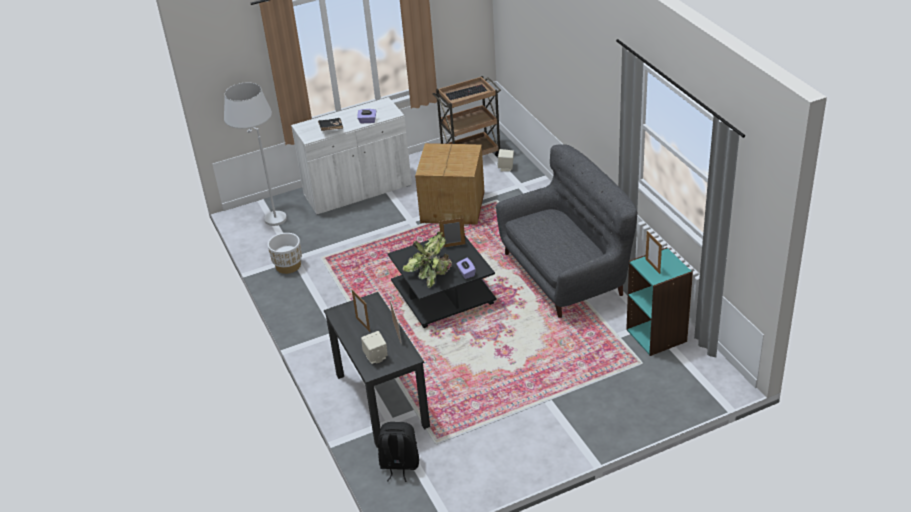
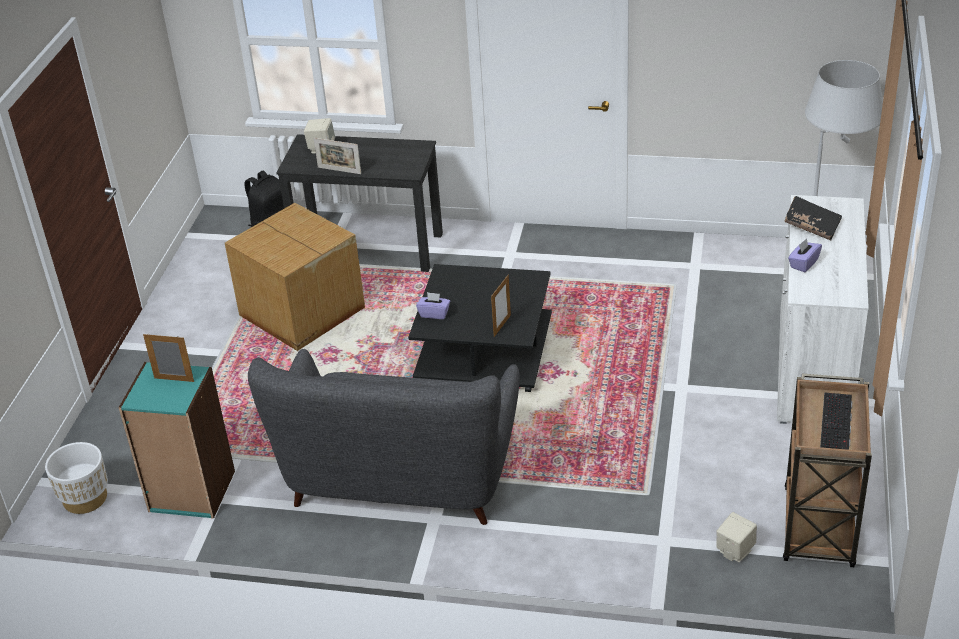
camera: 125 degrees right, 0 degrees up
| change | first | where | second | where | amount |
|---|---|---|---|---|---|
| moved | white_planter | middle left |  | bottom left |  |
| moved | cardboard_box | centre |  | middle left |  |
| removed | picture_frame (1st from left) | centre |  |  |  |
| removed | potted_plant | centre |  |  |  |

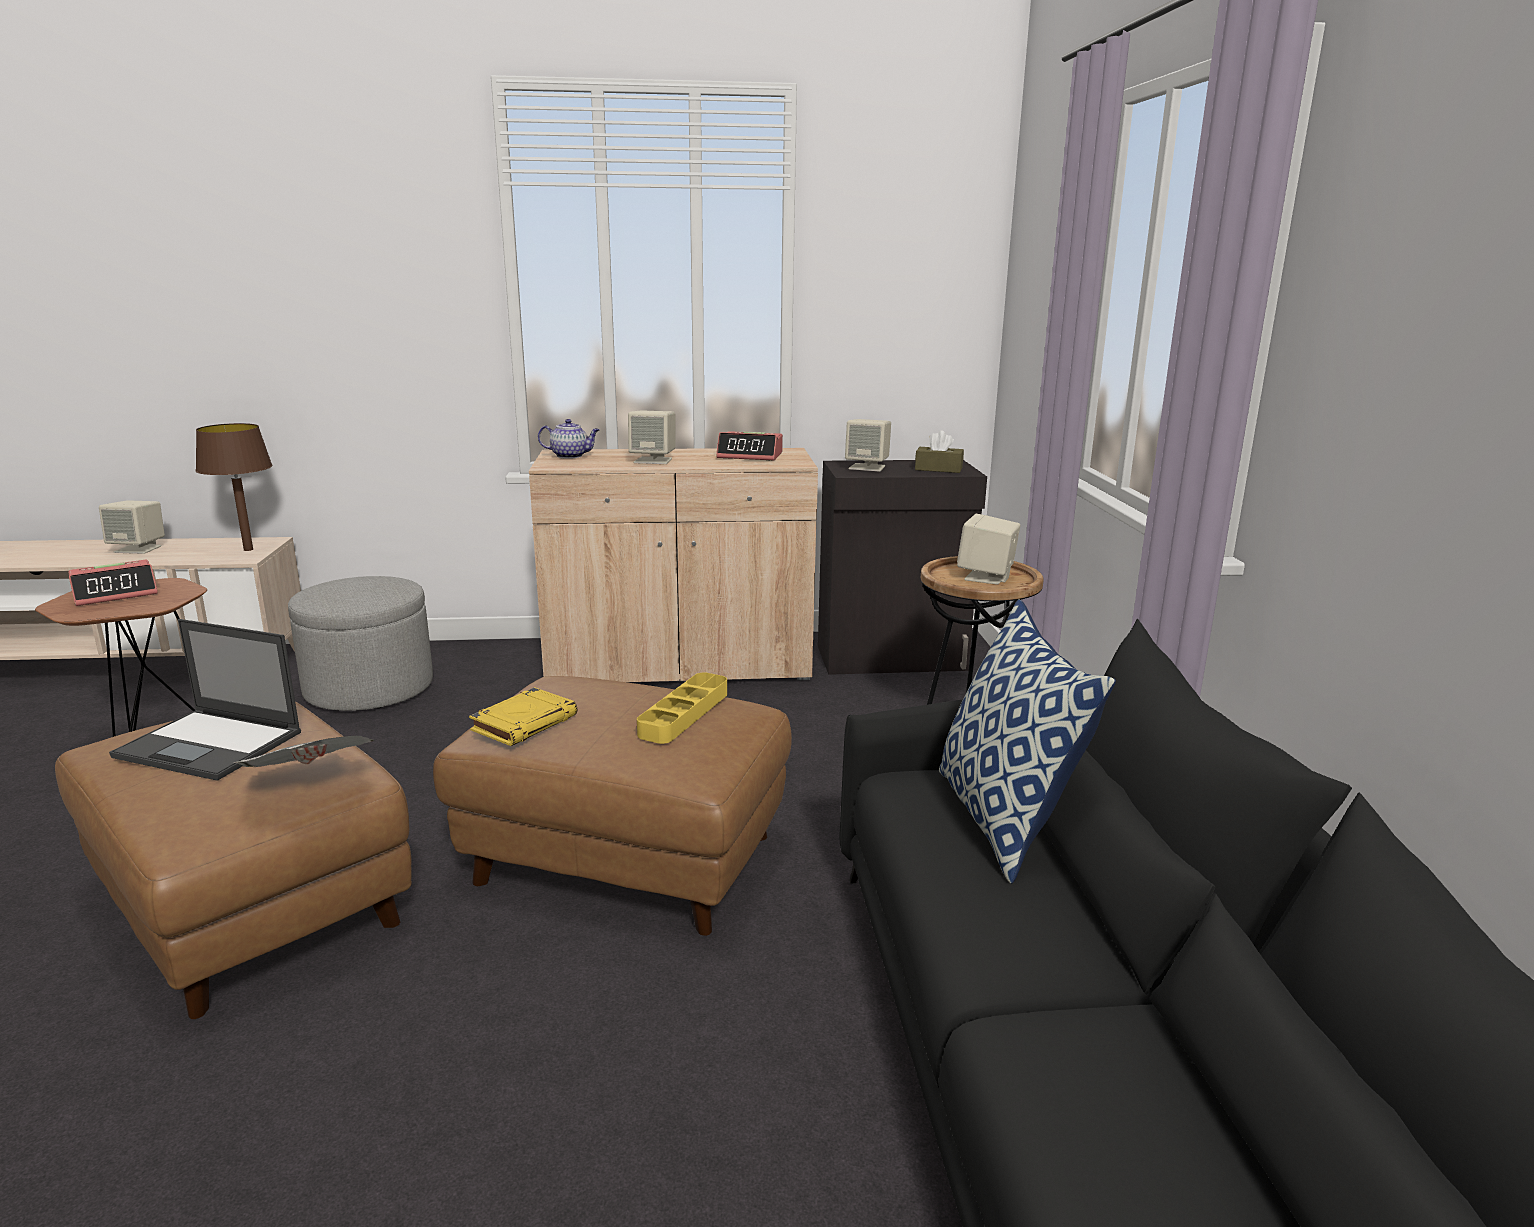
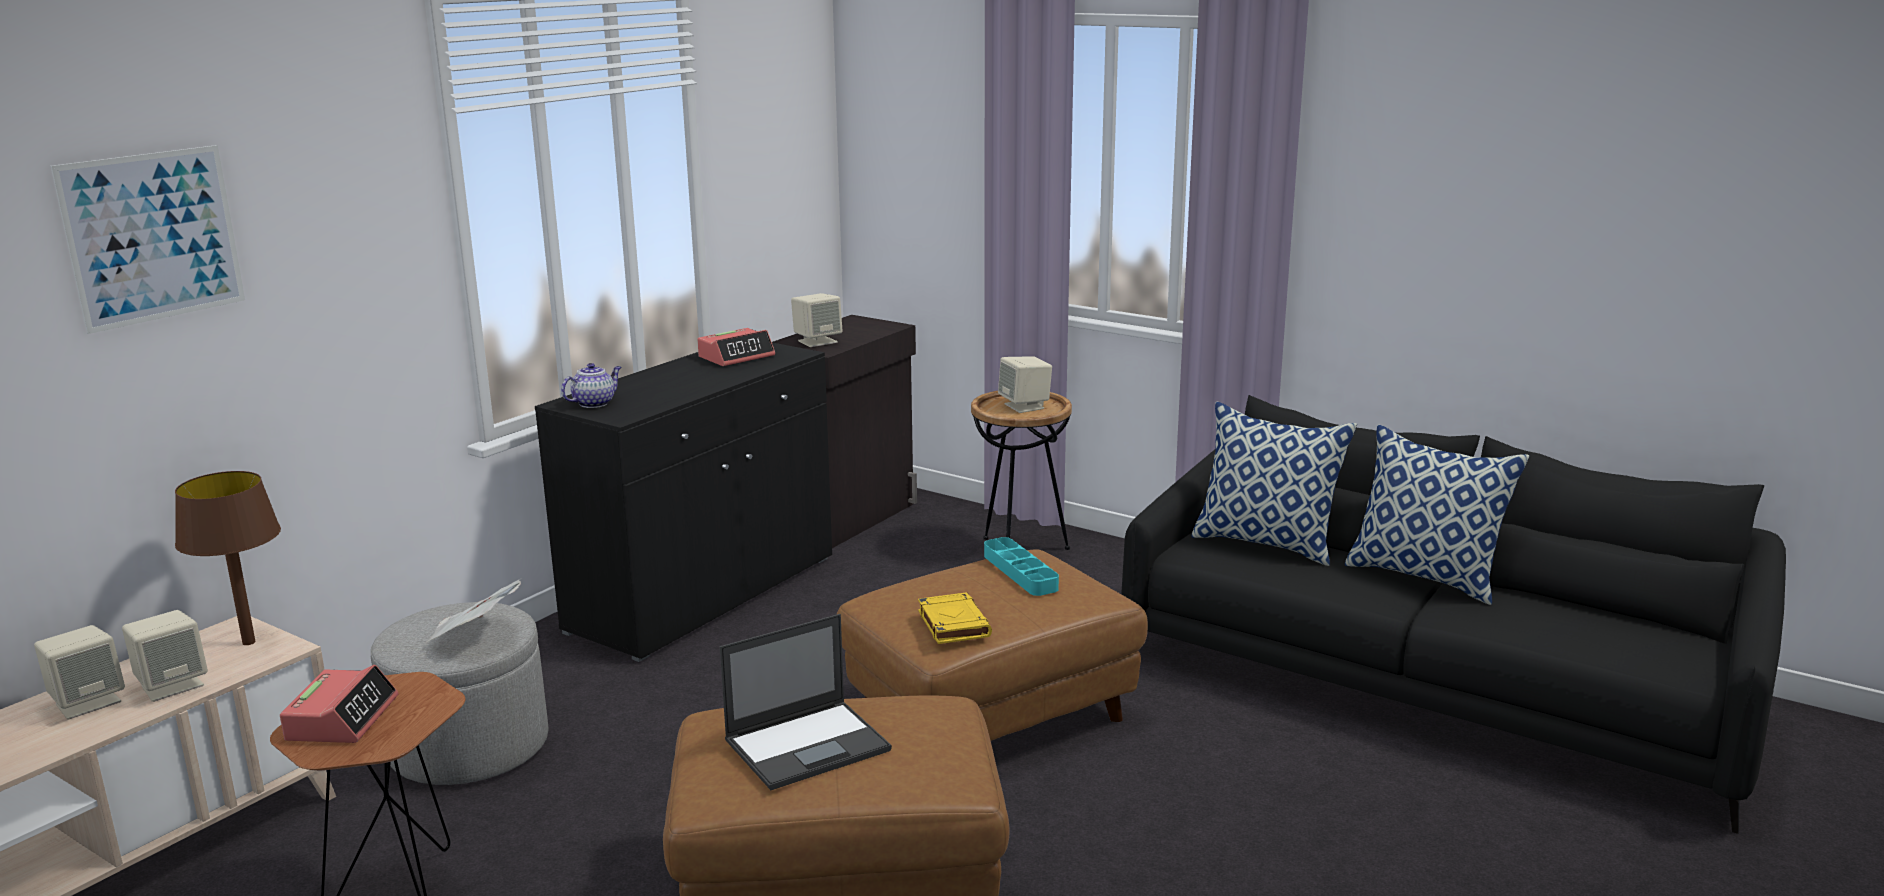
camera: 50 degrees left, 0 degrees up
| change | first | where | second | where | amount |
|---|---|---|---|---|---|
| added |  |  | picture | top left |  |
| moved | beige_speaker (2nd from left) | centre |  | bottom left |  |
| moved | newspaper | middle left |  | bottom left |  |
| recoloured | beige_cabinet | centre | black_cabinet (1st from left) | centre |  |
| recoloured | yellow_tray | centre | turquoise_tray | centre |  |
| added |  |  | pillow (2nd from left) | middle right |  |
| removed | brown_tissue_box | centre |  |  |  |

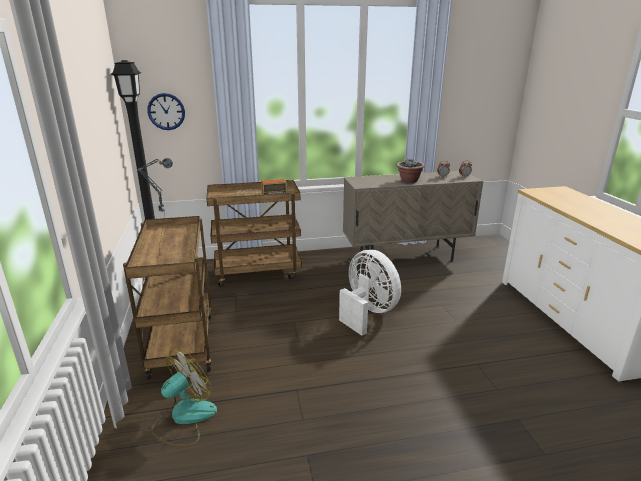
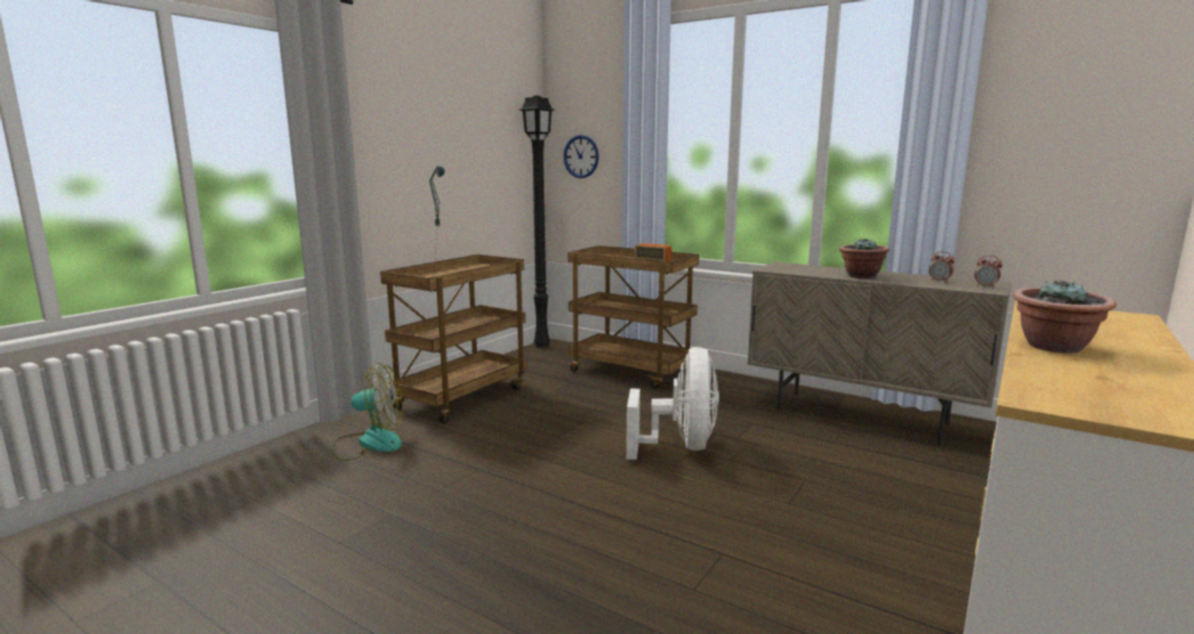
camera: 45 degrees right, 10 degrees down
| change | first | where | second | where | amount |
|---|---|---|---|---|---|
| added |  |  | potted_plant (2nd from left) | middle right |  |

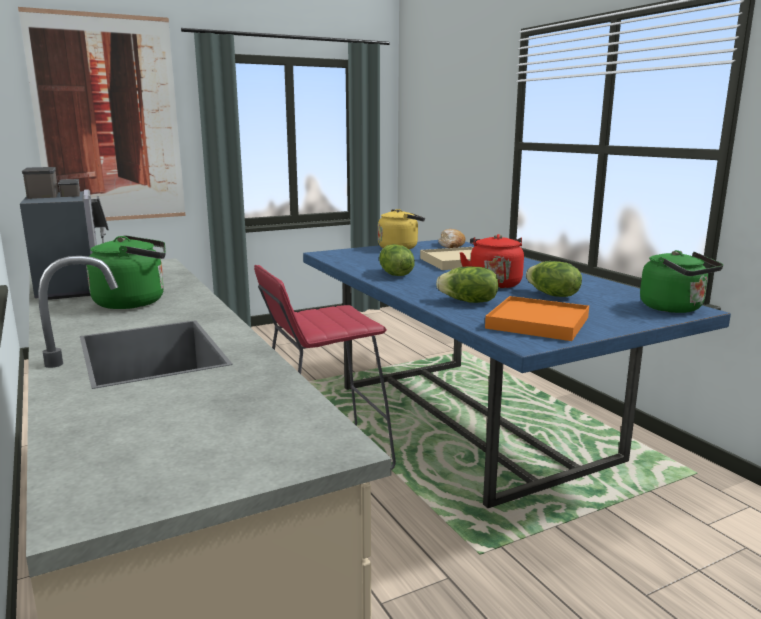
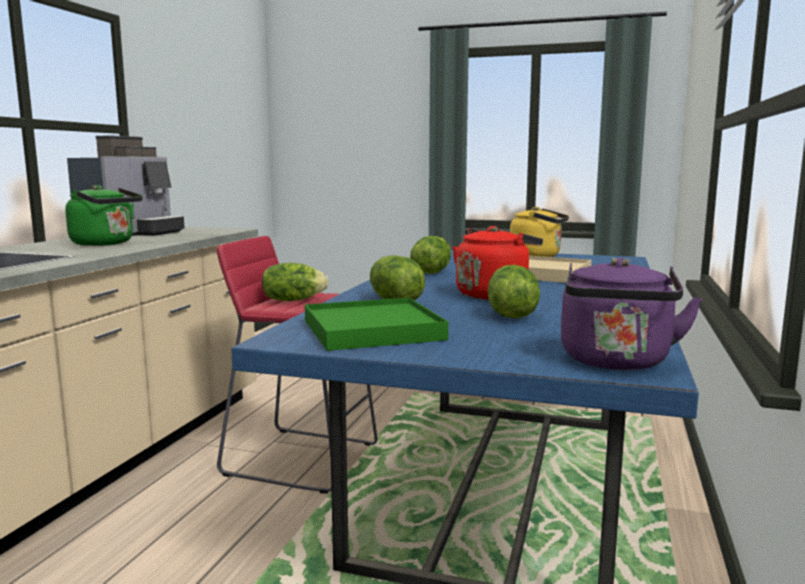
camera: 45 degrees right, 5 degrees down
| change | first | where | second | where | amount |
|---|---|---|---|---|---|
| added |  |  | lettuce (1st from left) | centre |  |
| recoloured | orange_tray | middle right | green_tray | centre |  |
| recoloured | green_kettle (2nd from left) | middle right | purple_kettle | middle right |  |
| removed | picture | top left |  |  |  |
| removed | bread | centre |  |  |  |

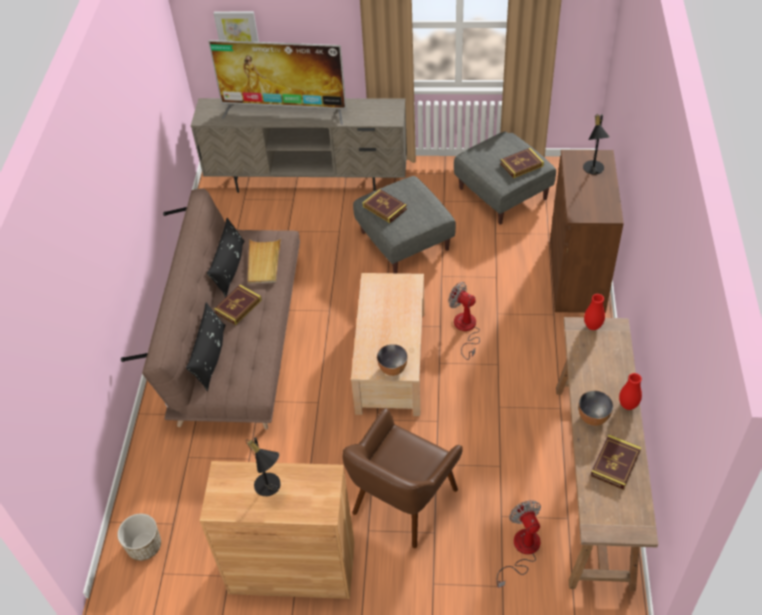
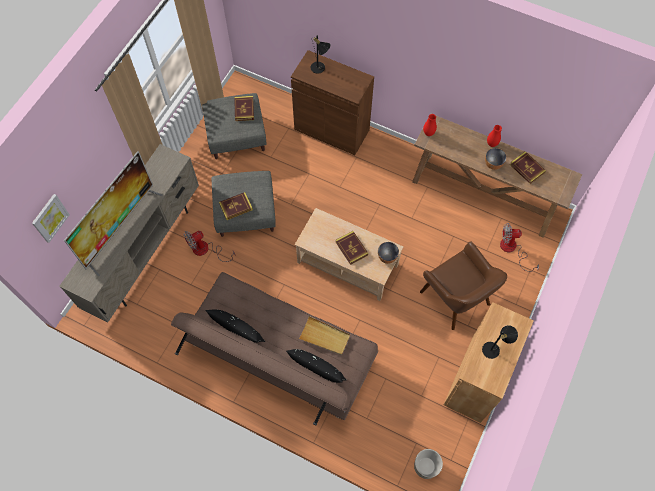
camera: 70 degrees left, 15 degrees up
| change | first | where | second | where | amount |
|---|---|---|---|---|---|
| moved | fan (1st from left) | centre |  | middle left |  |
| moved | beige_tray | centre |  | bottom centre |  |
| moved | book (1st from left in the first image) | middle left | book (3rd from left) | centre |  |

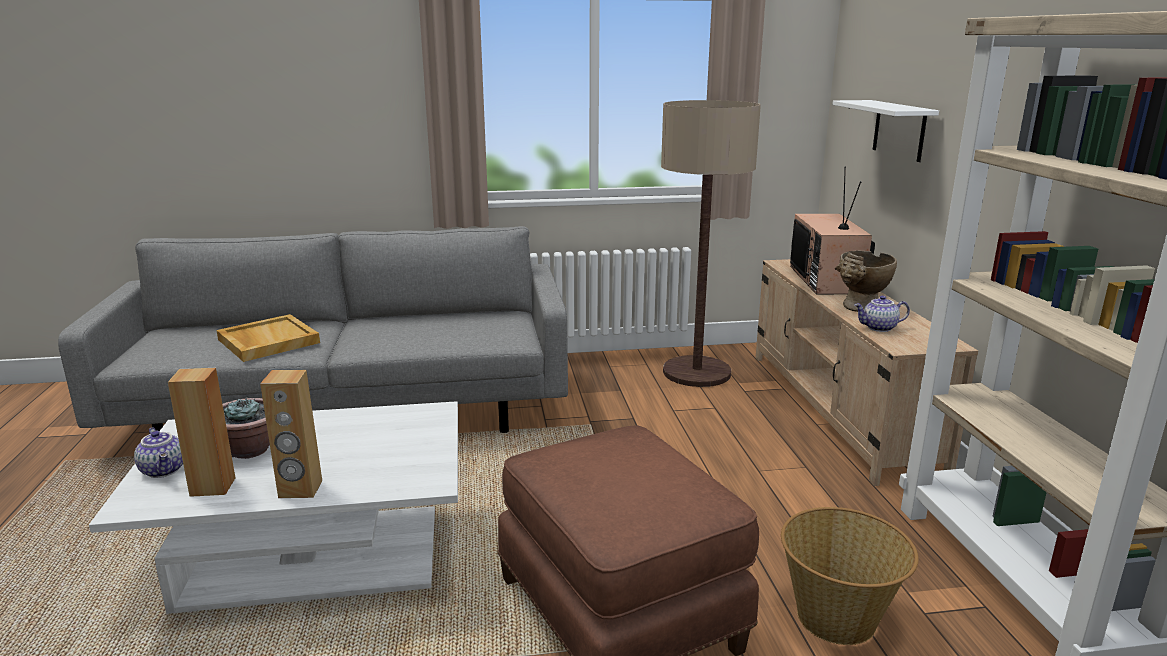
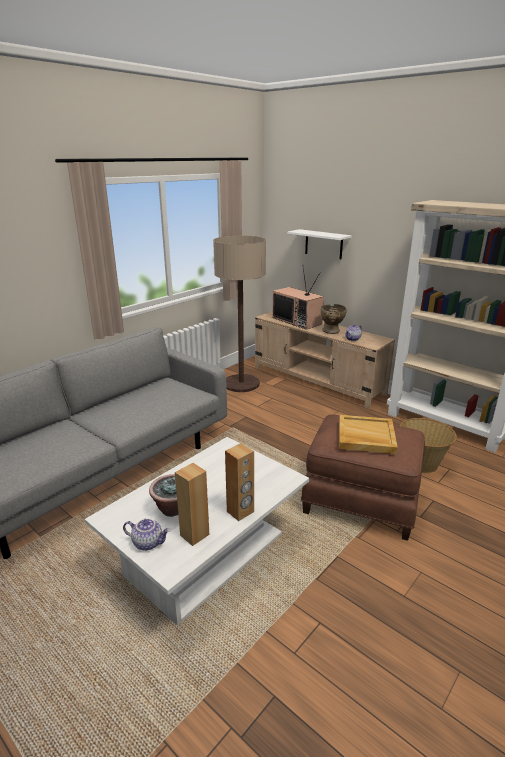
camera: 40 degrees left, 5 degrees up
| change | first | where | second | where | amount |
|---|---|---|---|---|---|
| moved | beige_tray | middle left |  | middle right |  |

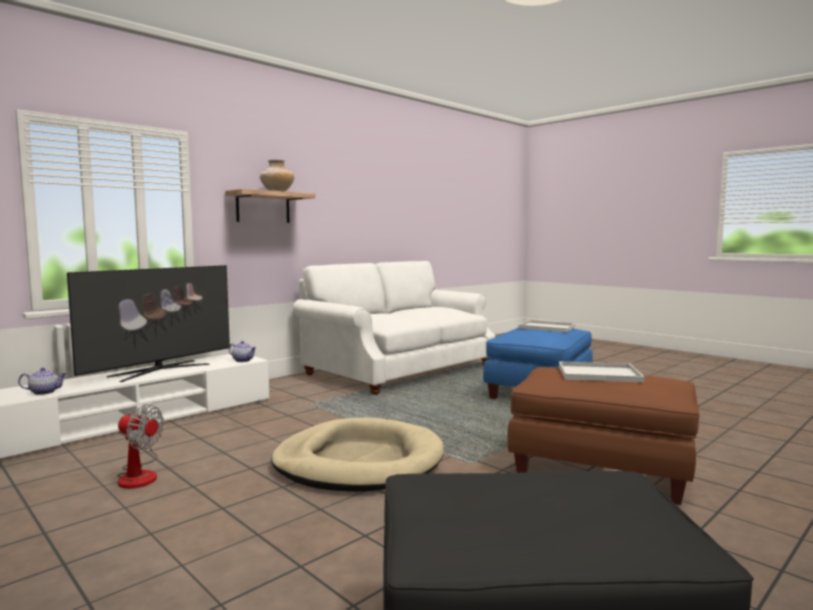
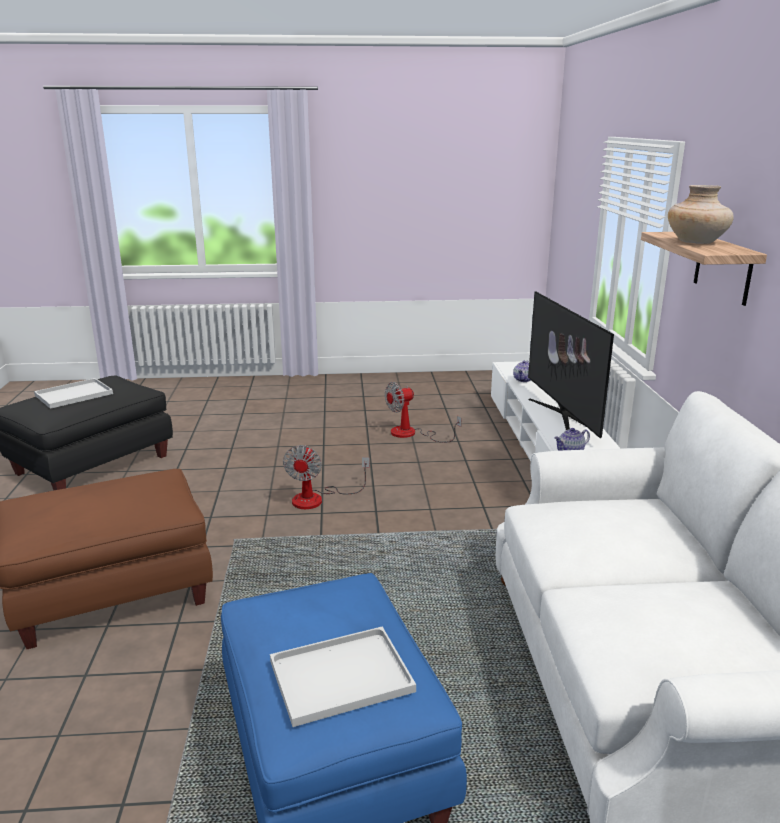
camera: 130 degrees right, 15 degrees up
| change | first | where | second | where | amount |
|---|---|---|---|---|---|
| moved | white_tray (2nd from left in the first image) | middle right | white_tray (1st from left) | middle left |  |
| replaced | beige_dog_bed | bottom centre | fan (1st from left) | centre |  |

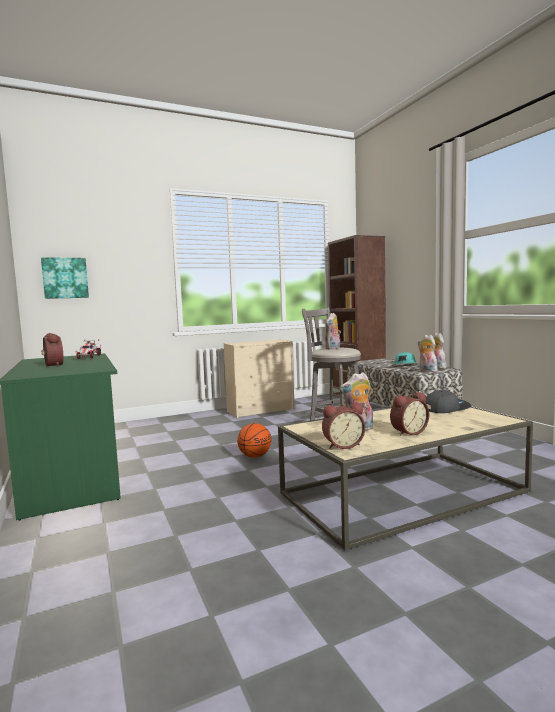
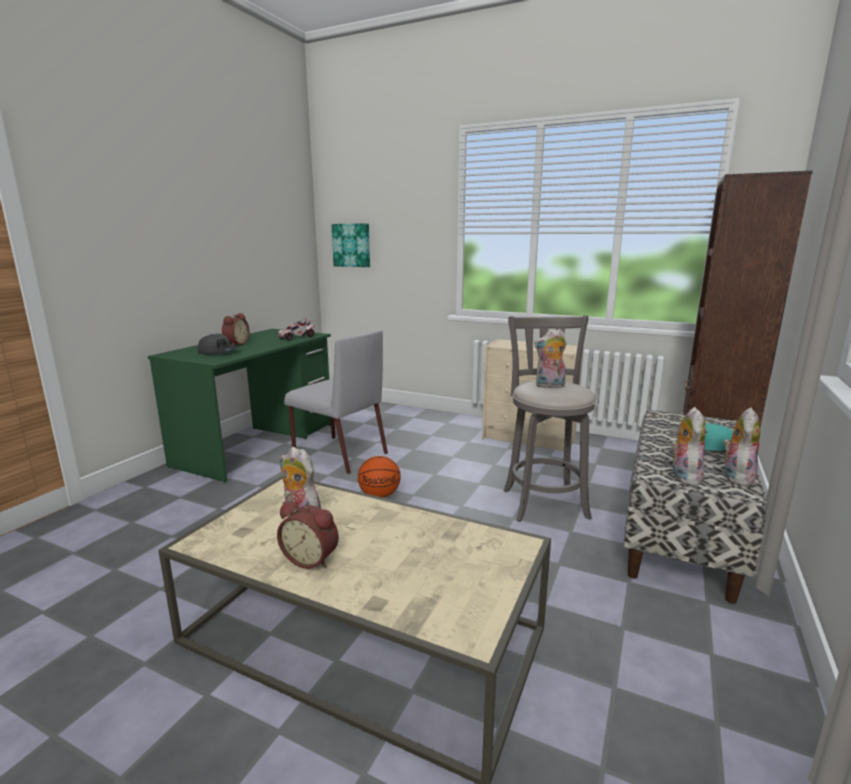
camera: 50 degrees right, 10 degrees up
| change | first | where | second | where | amount |
|---|---|---|---|---|---|
| moved | grey_cap | middle right |  | middle left |  |
| added |  |  | grey_chair | centre |  |
| removed | alarm_clock (2nd from left) | centre |  |  |  |

